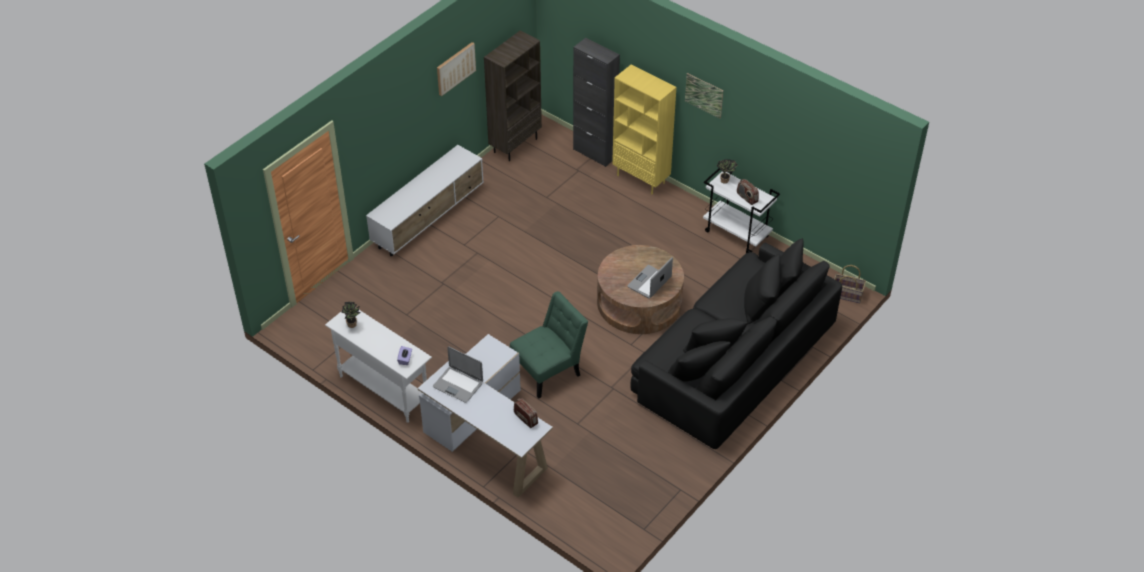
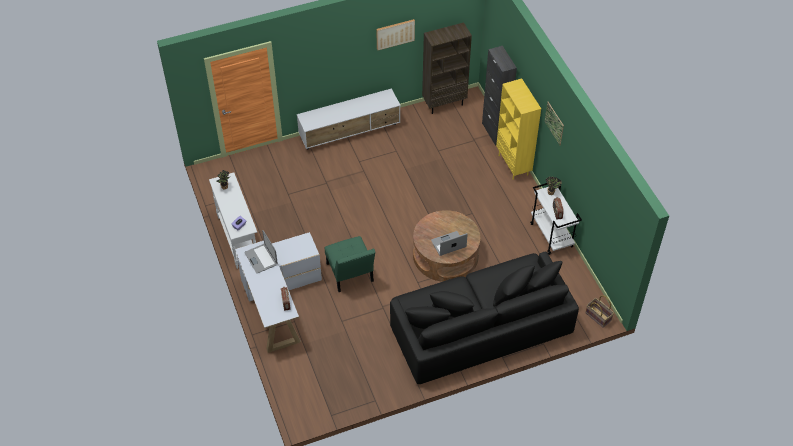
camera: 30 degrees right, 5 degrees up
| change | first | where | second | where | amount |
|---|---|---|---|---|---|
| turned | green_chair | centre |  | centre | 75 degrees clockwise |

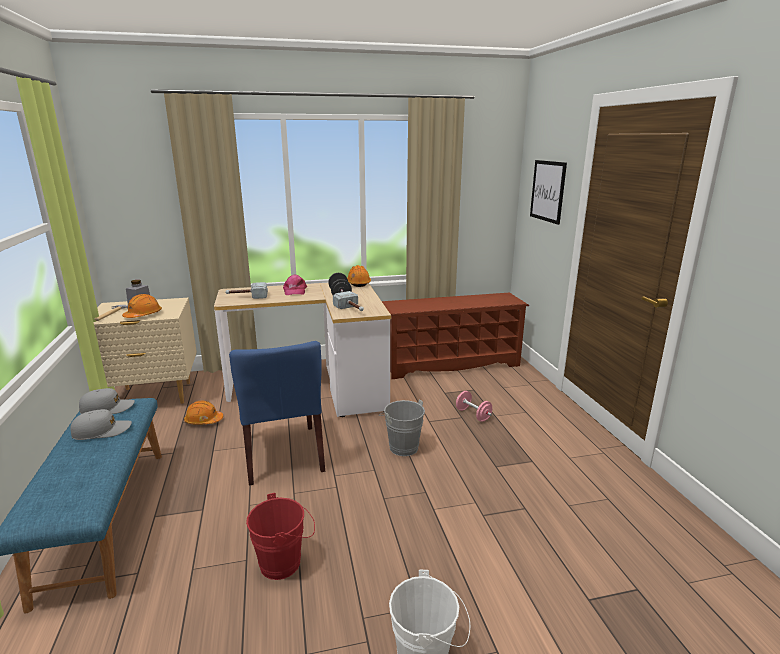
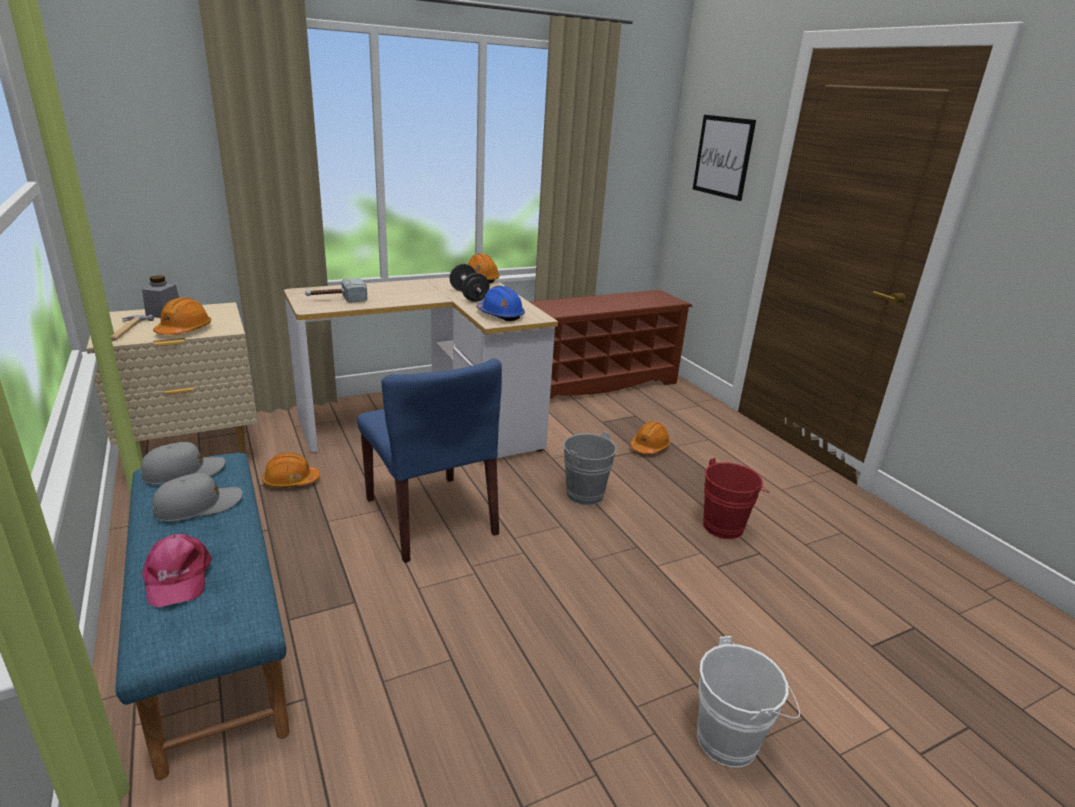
camera: 15 degrees left, 5 degrees up
| change | first | where | second | where | amount |
|---|---|---|---|---|---|
| moved | pink_cap | centre |  | bottom left |  |
| replaced | hammer (3rd from left) | centre | blue_hard_hat | centre |  |
| replaced | pink_dumbbell | centre | orange_hard_hat (4th from left) | centre |  |
| moved | red_bucket | bottom centre |  | middle right |  |

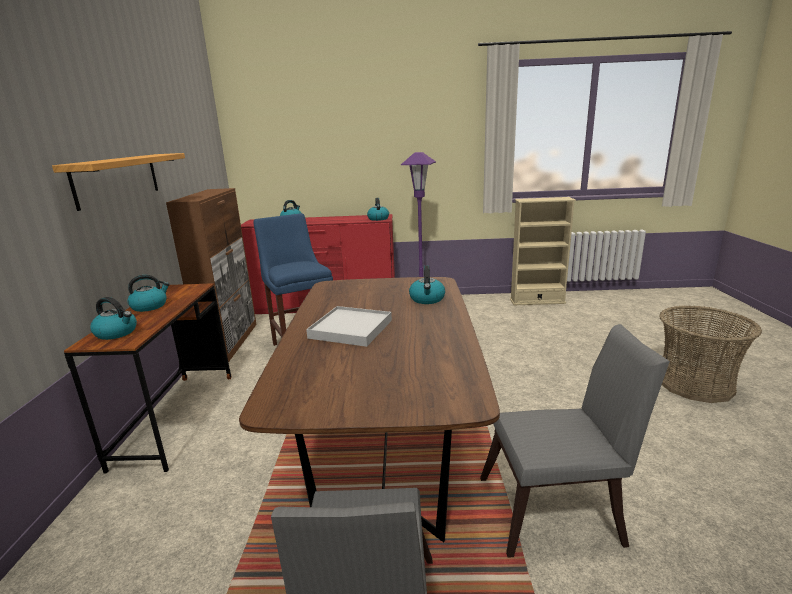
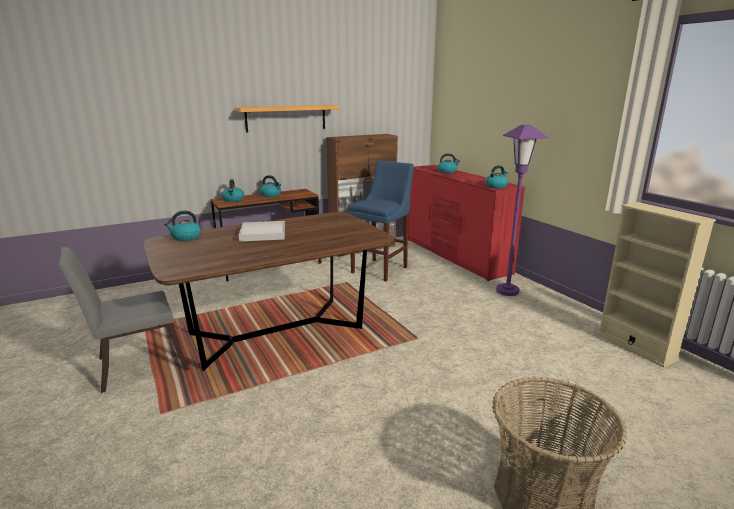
camera: 60 degrees right, 0 degrees up
| change | first | where | second | where | amount |
|---|---|---|---|---|---|
| moved | kettle (5th from left in the first image) | centre | kettle (1st from left) | middle left |  |
| removed | grey_chair (2nd from left) | bottom right |  |  |  |

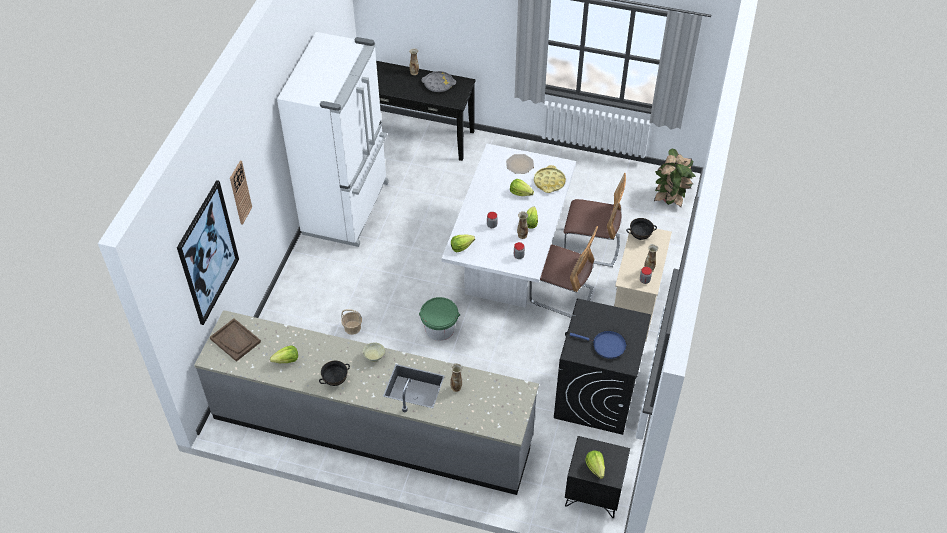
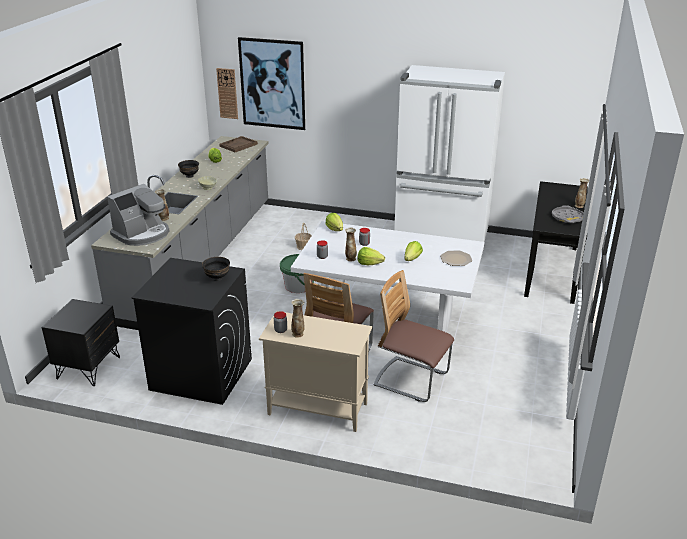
camera: 90 degrees right, 20 degrees down
| change | first | where | second | where | amount |
|---|---|---|---|---|---|
| added |  |  | coffee_machine | middle left |  |
| moved | black_bowl (2nd from left) | middle right |  | middle left |  |
| moved | wall_clock | middle left |  | top left |  |
| turned | chair (2nd from left) | centre |  | centre | 105 degrees clockwise |
| removed | yellow_tray | centre |  |  |  |
| removed | blue_frying_pan | centre |  |  |  |
| removed | lettuce (5th from left) | bottom centre |  |  |  |
| removed | potted_plant | top right |  |  |  |

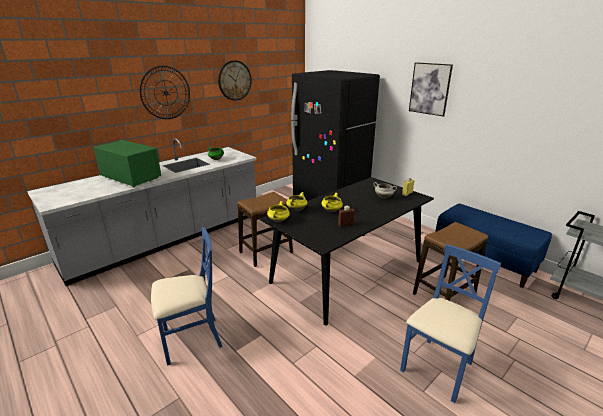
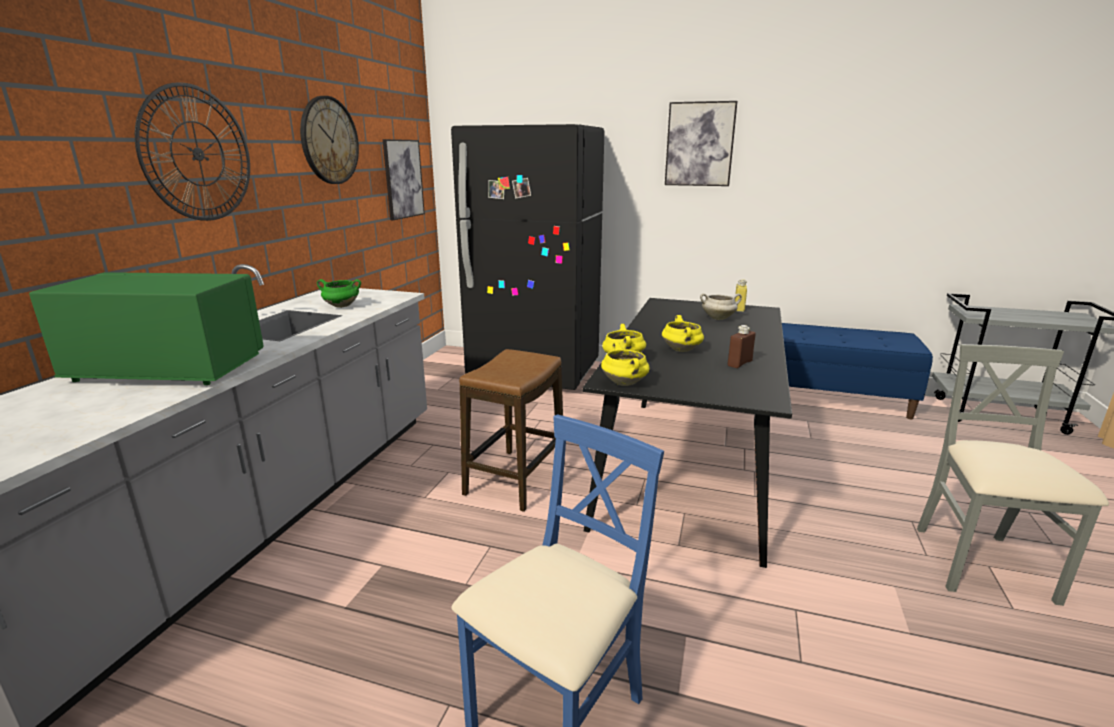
camera: 30 degrees left, 5 degrees down
| change | first | where | second | where | amount |
|---|---|---|---|---|---|
| added |  |  | picture (1st from left) | top centre |  |
| recoloured | blue_chair (2nd from left) | bottom right | grey_chair | middle right |  |
| removed | stool (2nd from left) | middle right |  |  |  |

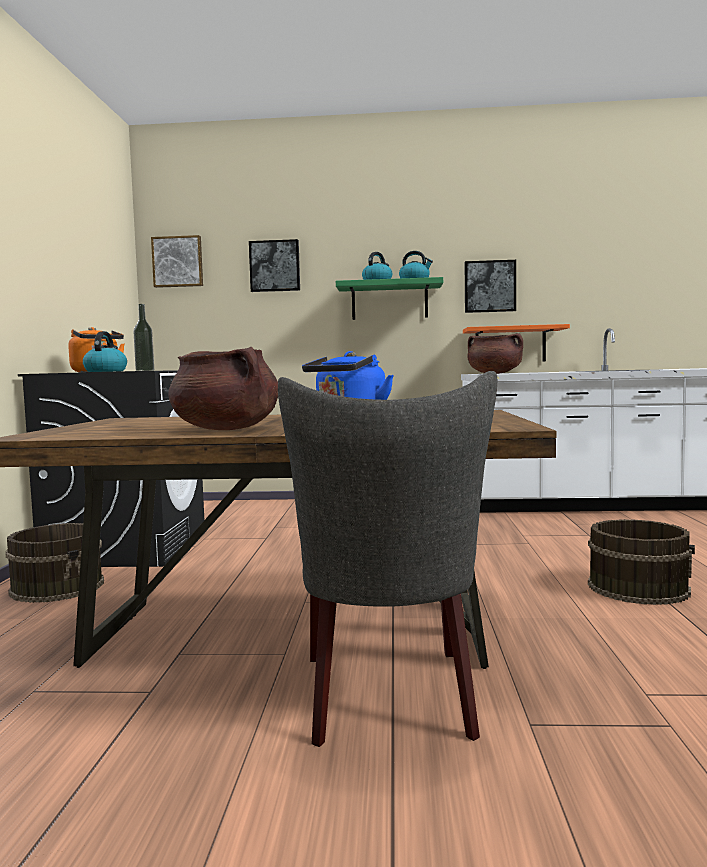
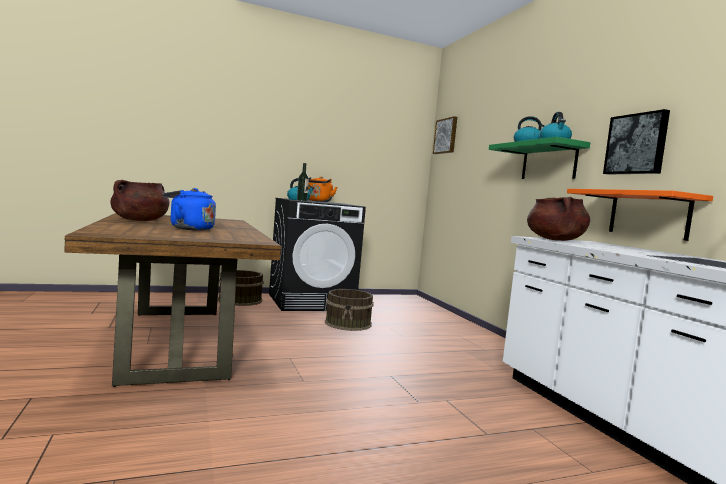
camera: 65 degrees right, 0 degrees up
| change | first | where | second | where | amount |
|---|---|---|---|---|---|
| moved | brown_bucket (2nd from left) | middle right |  | centre |  |
| removed | picture (2nd from left) | top centre |  |  |  |
| removed | grey_chair | centre |  |  |  |

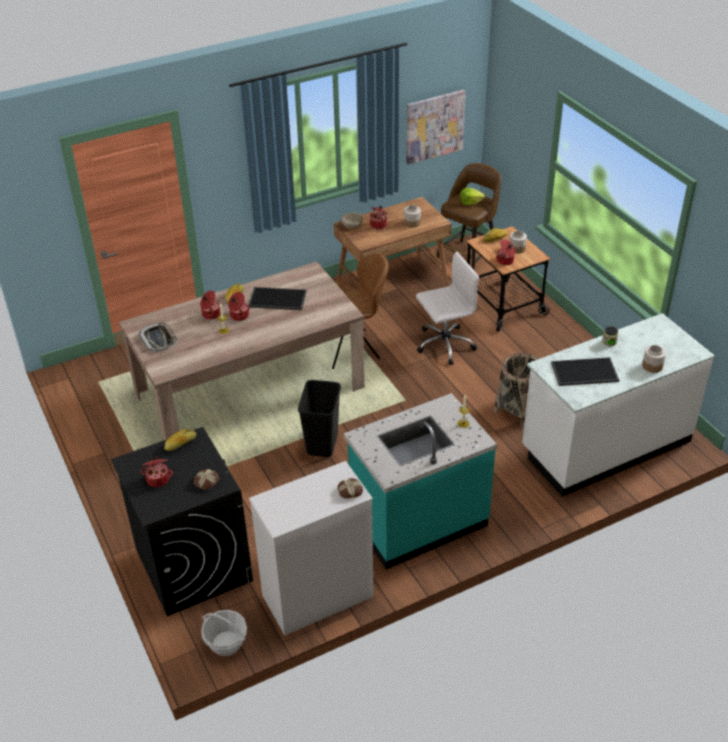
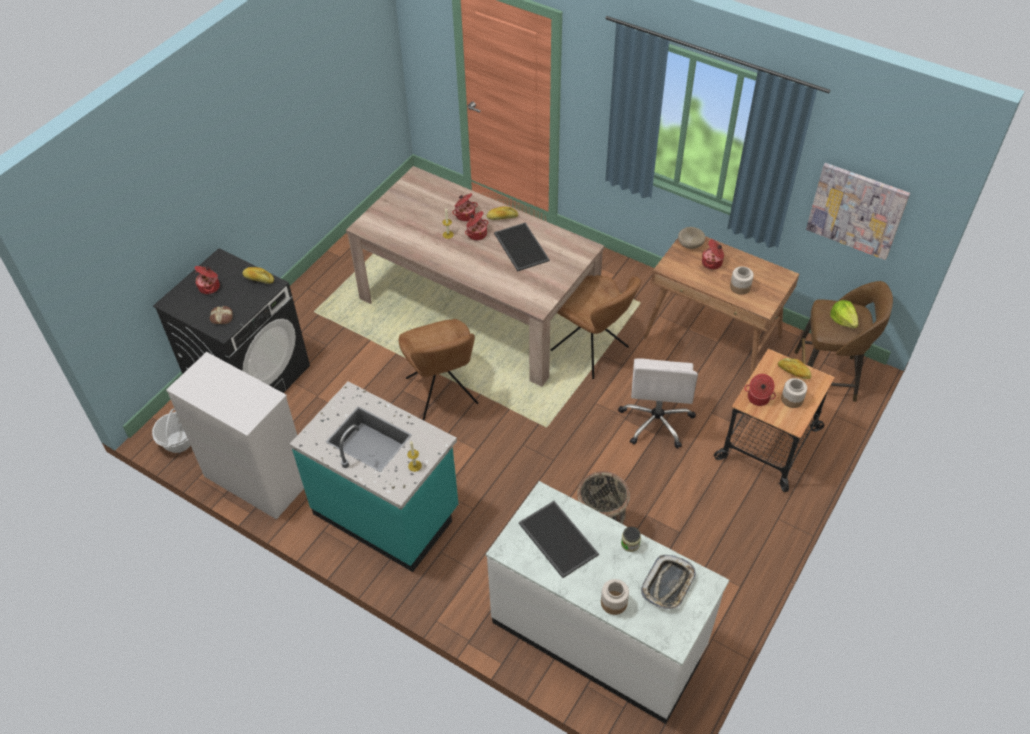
camera: 60 degrees right, 10 degrees up
| change | first | where | second | where | amount |
|---|---|---|---|---|---|
| replaced | black_trash_can | centre | brown_chair (1st from left) | centre |  |
| turned | white_office_chair | centre |  | centre | 60 degrees clockwise |
| moved | tray (1st from left in the first image) | middle left | tray (3rd from left) | bottom centre |  |
| removed | bread (4th from left) | centre |  |  |  |

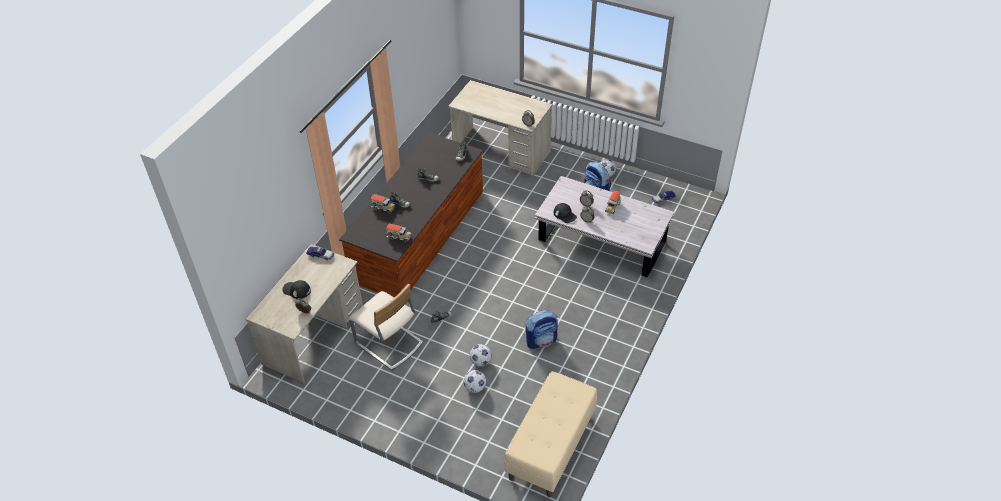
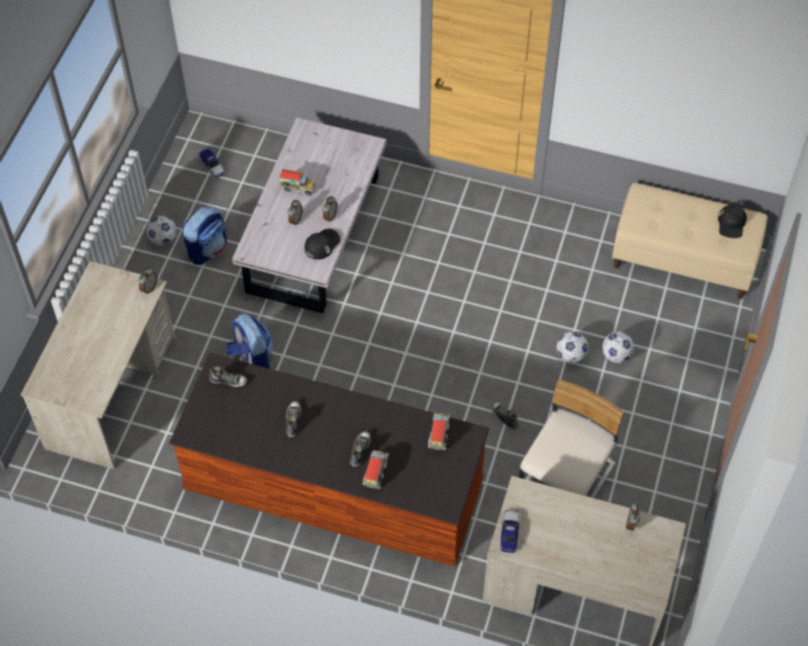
camera: 100 degrees left, 10 degrees up
| change | first | where | second | where | amount |
|---|---|---|---|---|---|
| moved | backpack (1st from left in the first image) | centre | backpack (2nd from left) | middle left |  |
| moved | black_cap (1st from left in the first image) | middle left | black_cap (2nd from left) | middle right |  |

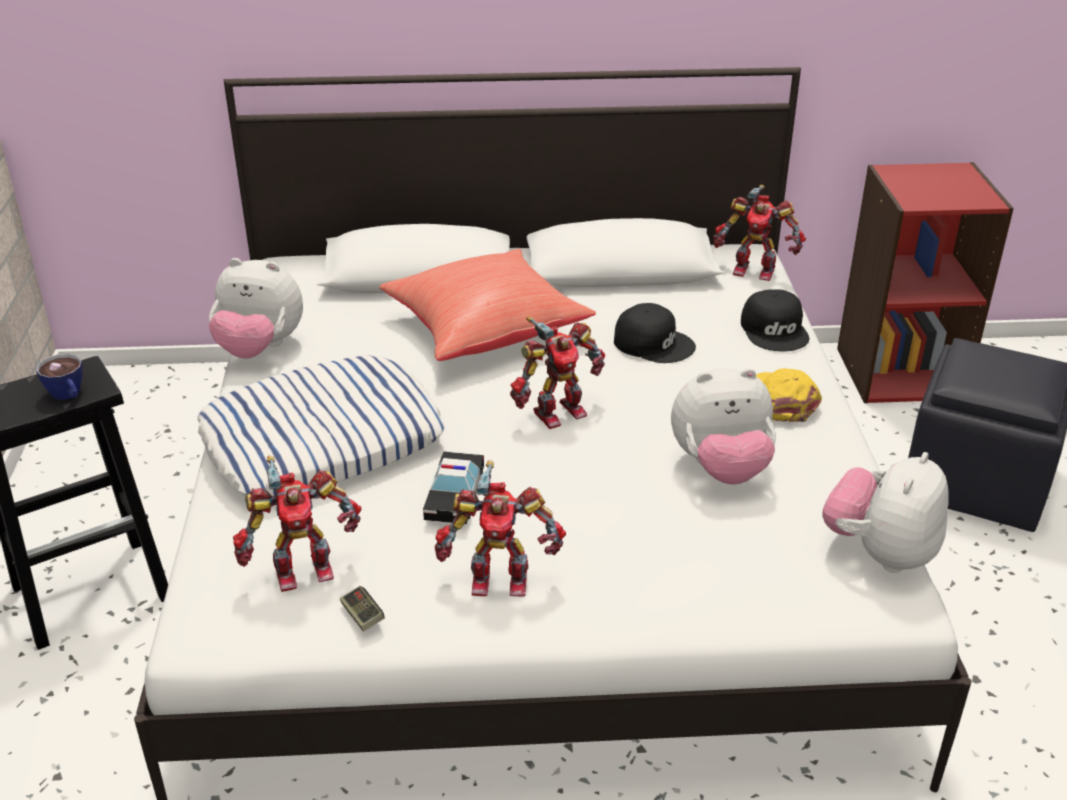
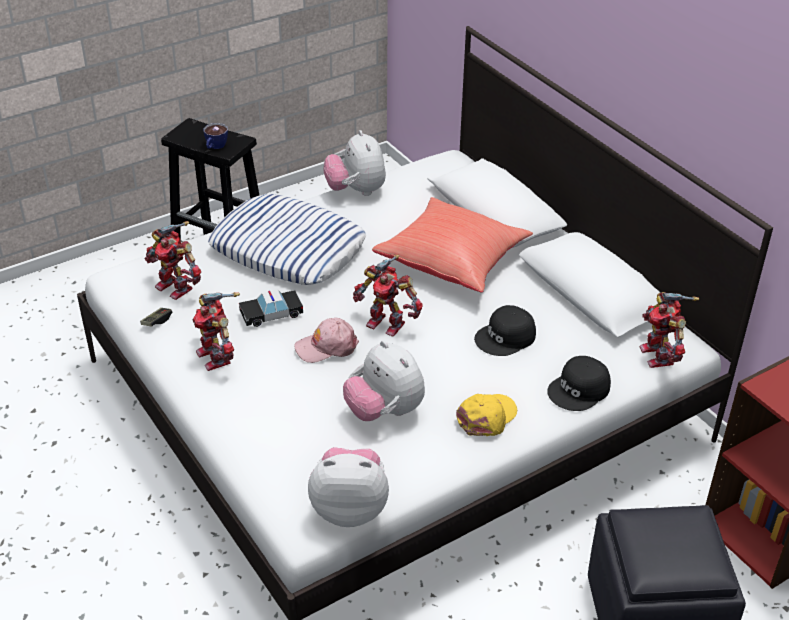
camera: 60 degrees right, 5 degrees up
| change | first | where | second | where | amount |
|---|---|---|---|---|---|
| added |  |  | pink_cap | centre |  |
| turned | black_cap (1st from left) | centre |  | centre | 60 degrees clockwise |

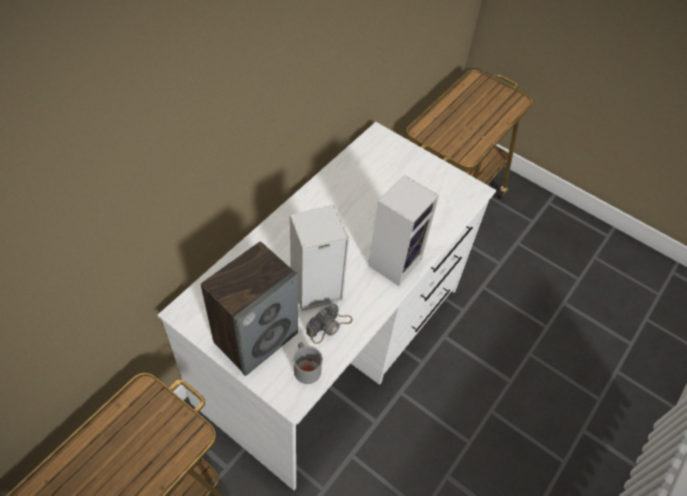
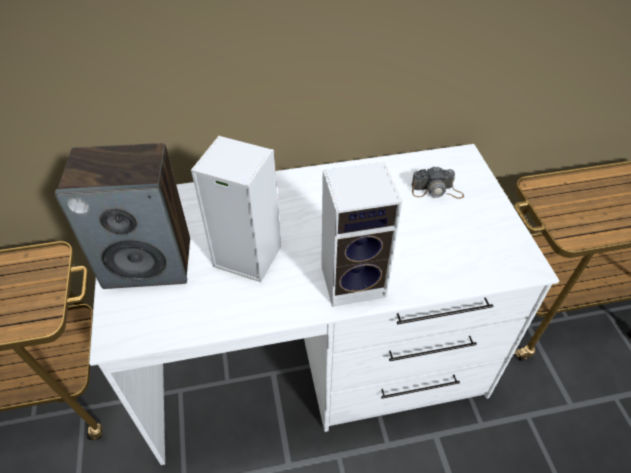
camera: 45 degrees right, 5 degrees down
| change | first | where | second | where | amount |
|---|---|---|---|---|---|
| moved | photo_camera | centre |  | middle right |  |
| removed | grey_mug | bottom centre |  |  |  |

